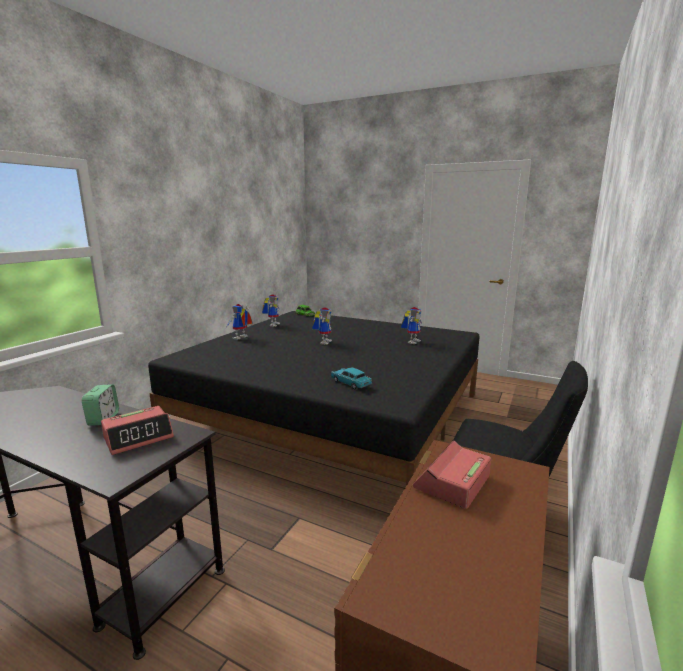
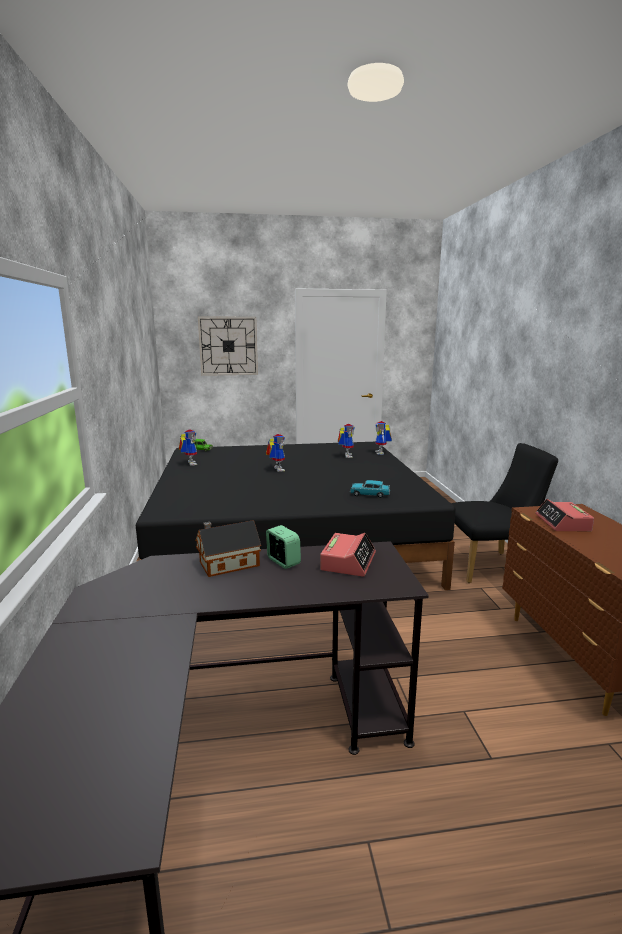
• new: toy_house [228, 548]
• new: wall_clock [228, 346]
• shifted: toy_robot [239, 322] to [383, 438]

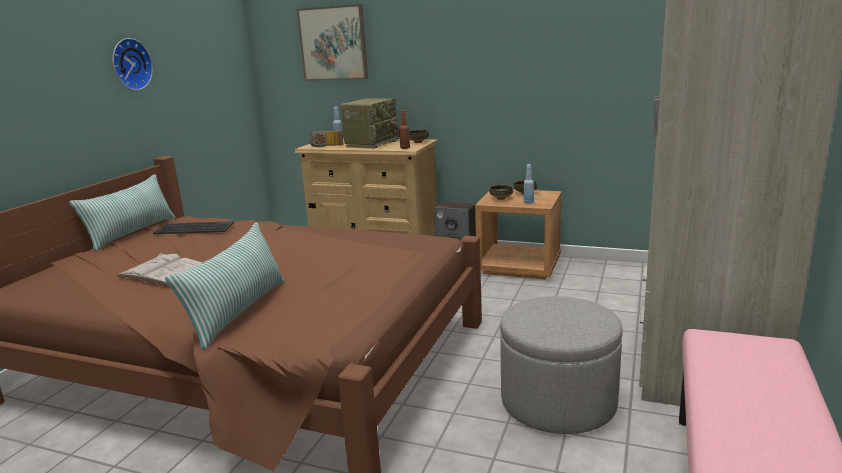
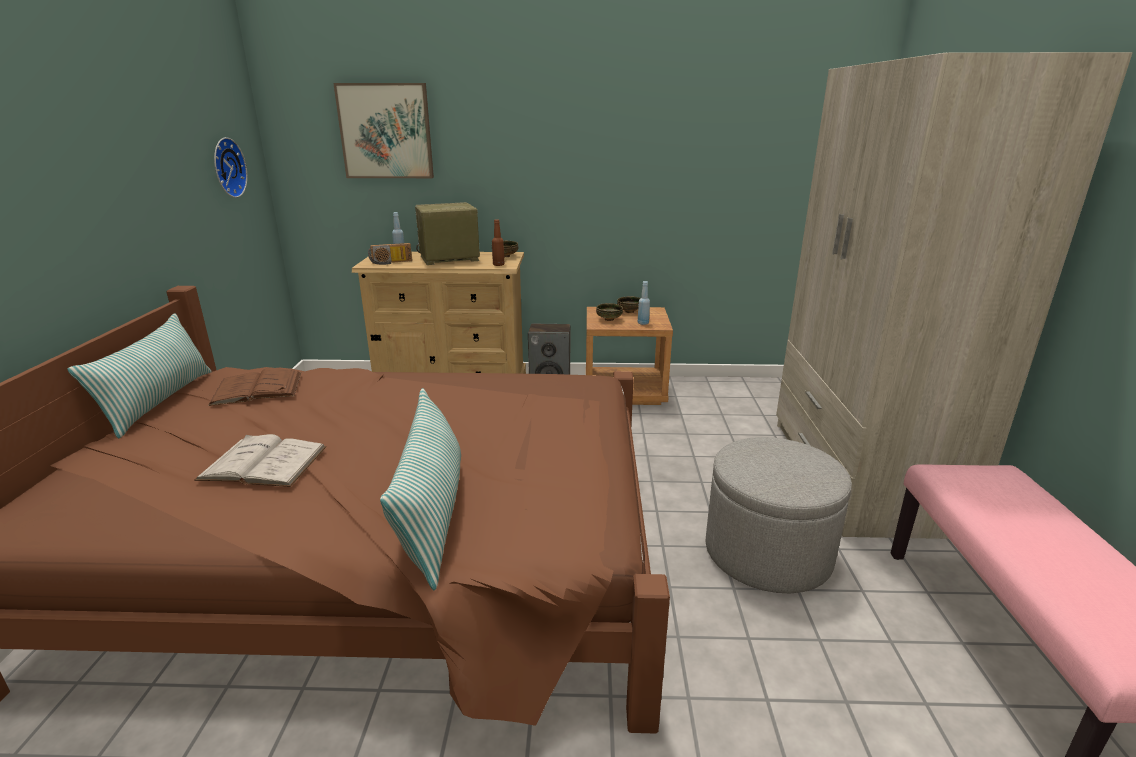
• shifted: wall_clock [132, 64] to [231, 167]
• swapped: keyboard [193, 227] to brown_book [254, 387]
• rotated: radio [370, 123] = [447, 233] 120 degrees counterclockwise

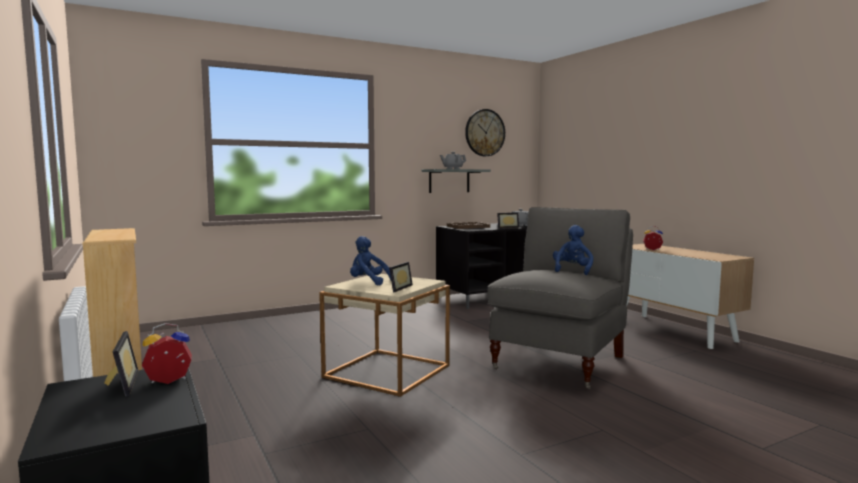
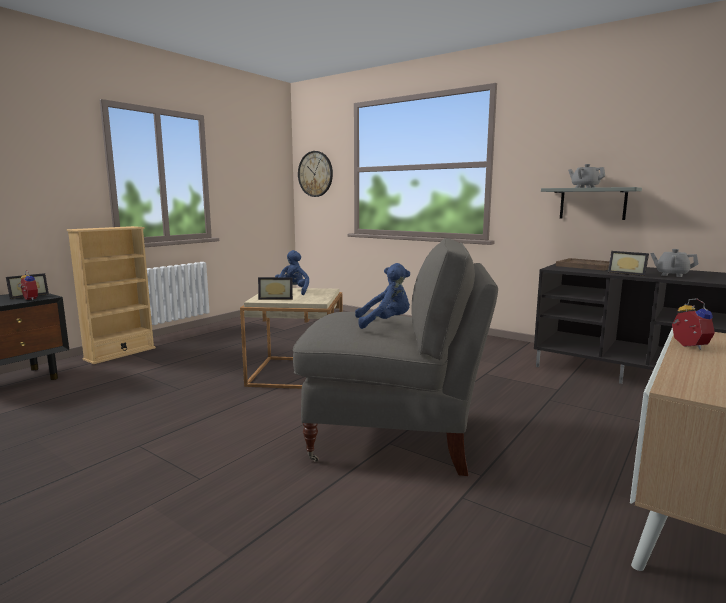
• shifted: wall_clock [485, 132] to [315, 174]

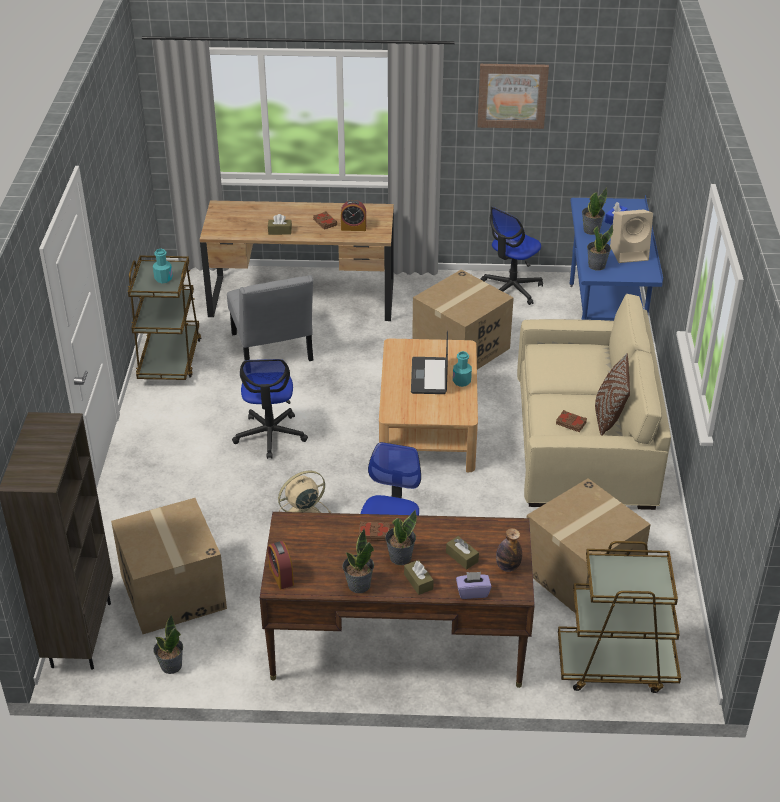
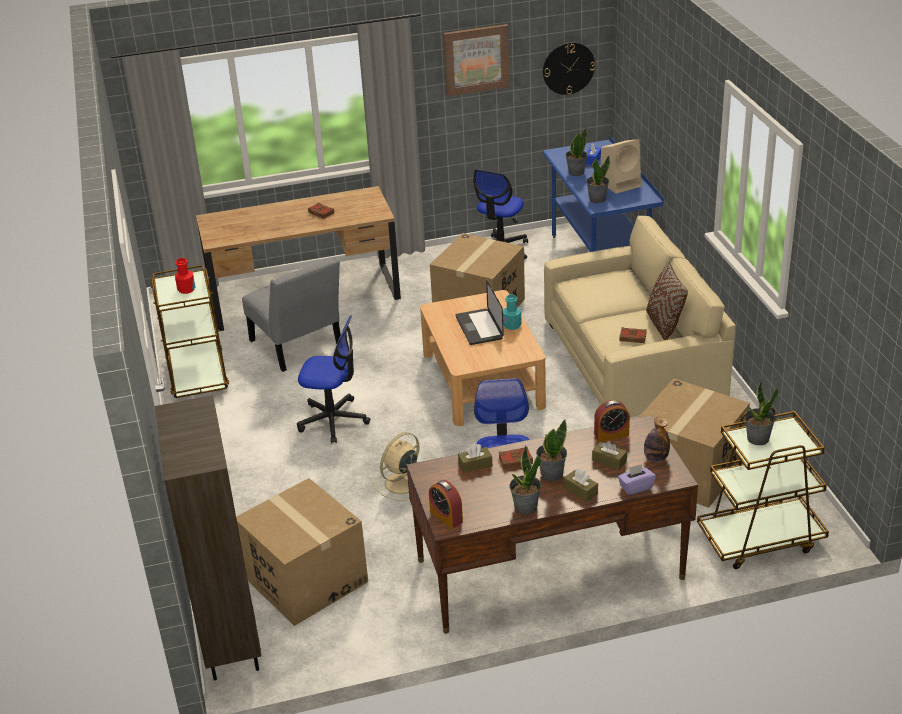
• new: wall_clock [569, 68]
• shifted: potted_plant [168, 644] to [762, 412]
• shifted: brown_tissue_box [280, 224] to [475, 458]
• shifted: alarm_clock [353, 215] to [612, 421]
• repainted: turquoise_bottle [163, 266] to red_bottle [185, 276]
• rotated: office_chair [270, 409] = [333, 379] 60 degrees counterclockwise

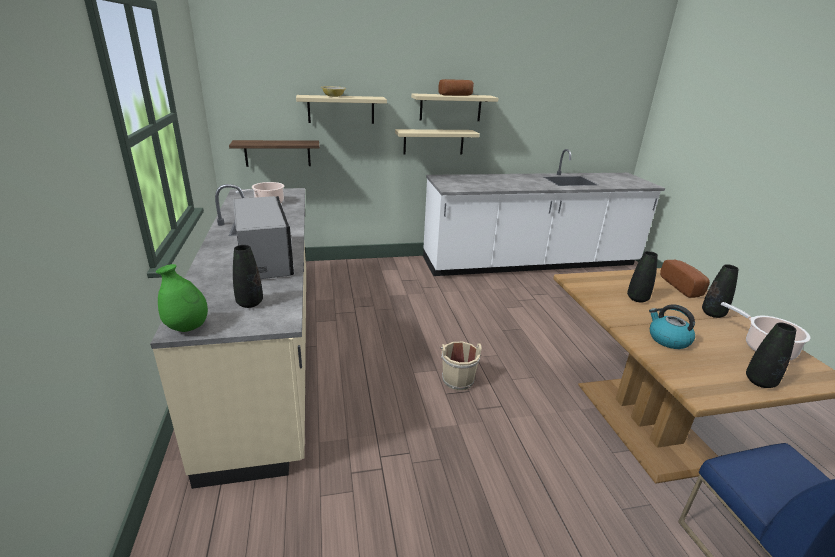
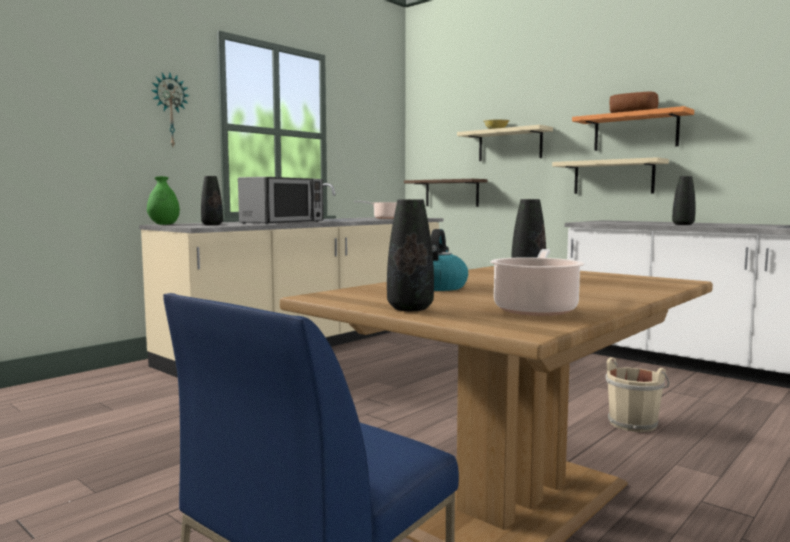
• gone: bread [685, 279]
• new: wall_clock [170, 110]
• shifted: beige_bucket [461, 366] to [637, 394]
• shifted: black_vase [720, 291] to [684, 200]
• repainted: beige_shelf [454, 107] to orange_shelf [633, 128]

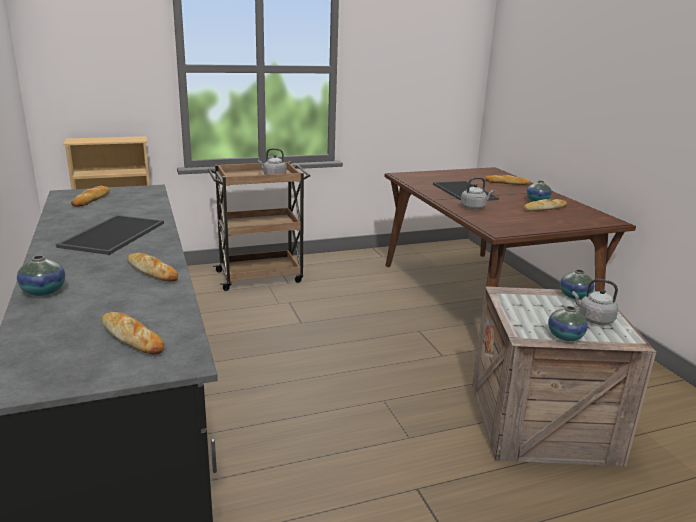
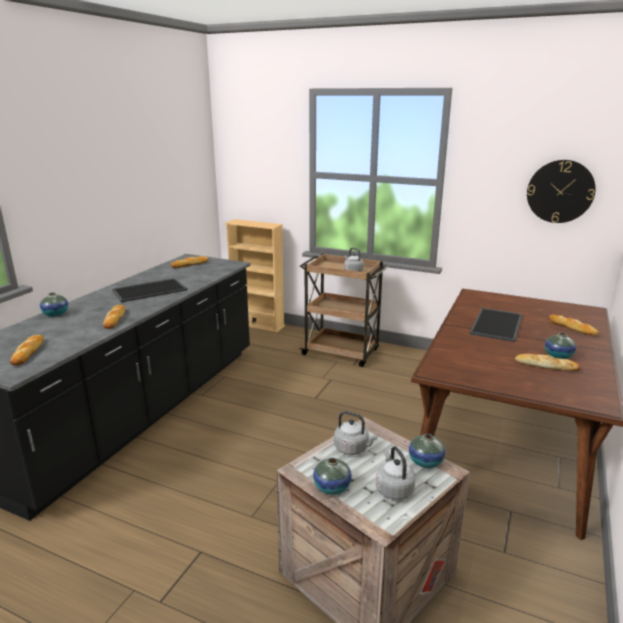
• new: wall_clock [561, 191]
• shifted: grey_kettle [477, 193] to [355, 433]

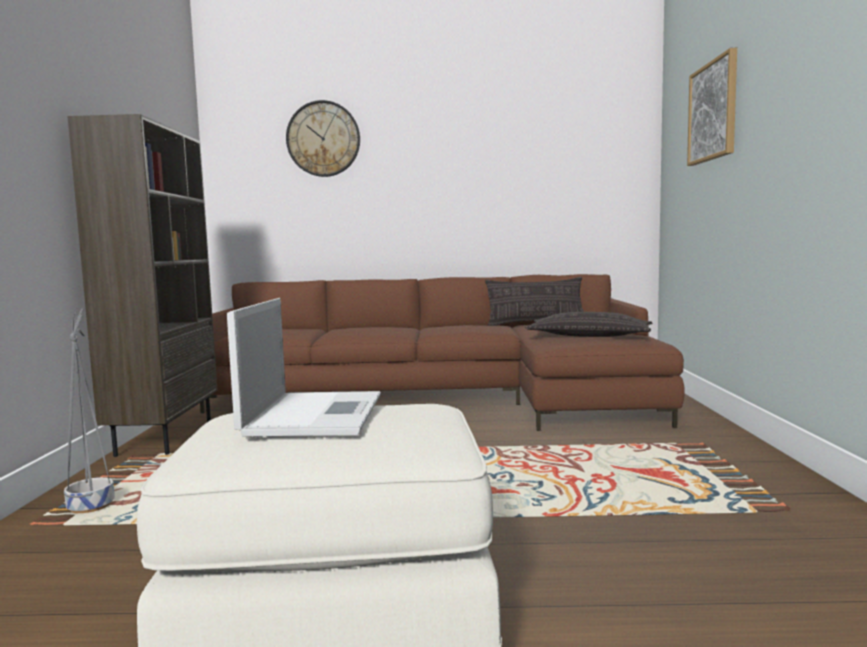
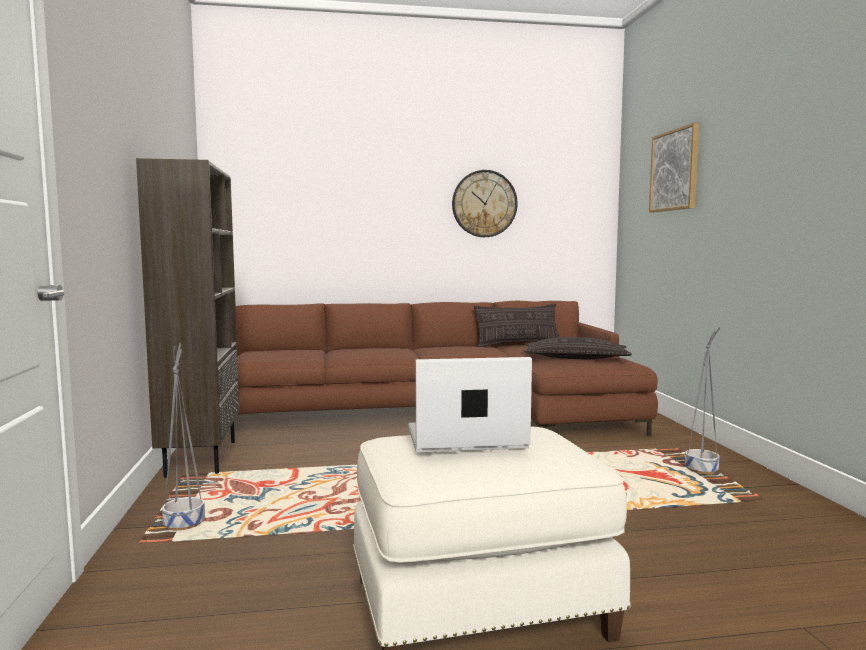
• new: grey_planter [702, 401]
• shifted: wall_clock [323, 138] to [485, 203]
• rotated: laptop [304, 367] = [470, 405] 90 degrees counterclockwise

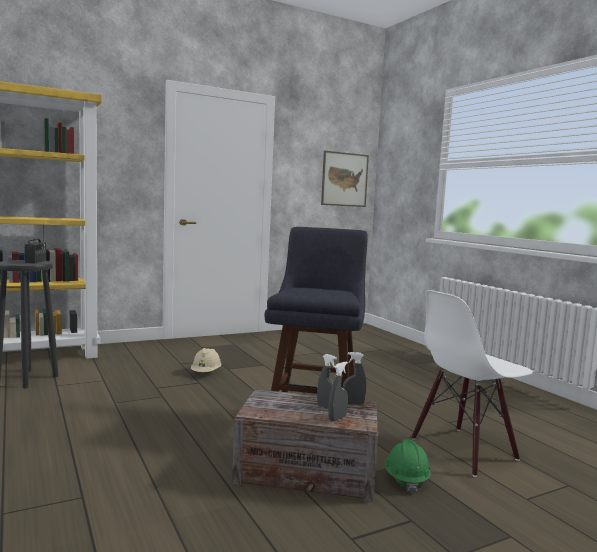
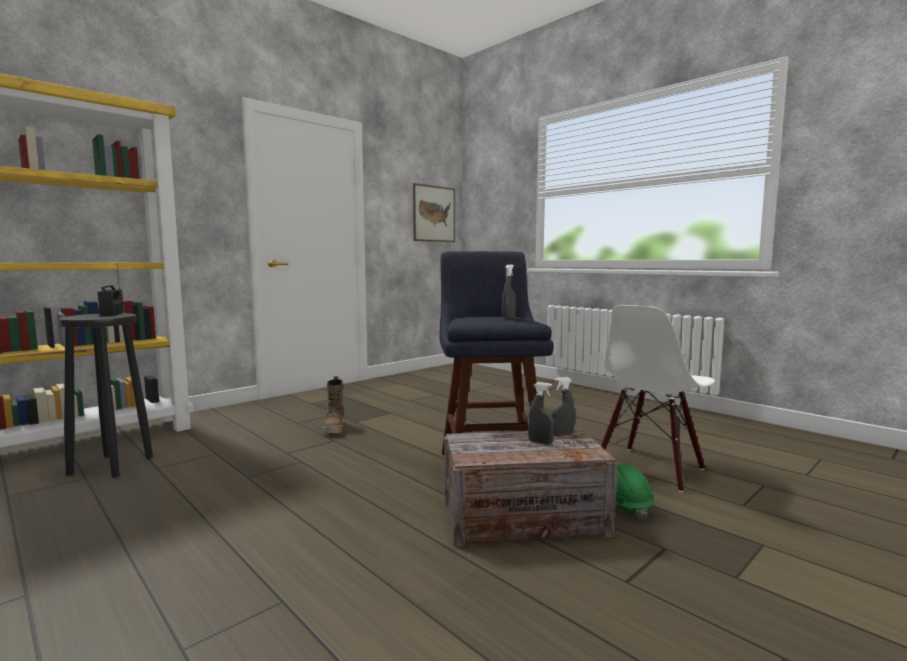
• shifted: grey_spray_bottle [338, 391] to [509, 291]
• swapped: beige_hard_hat [206, 360] to boot [333, 405]

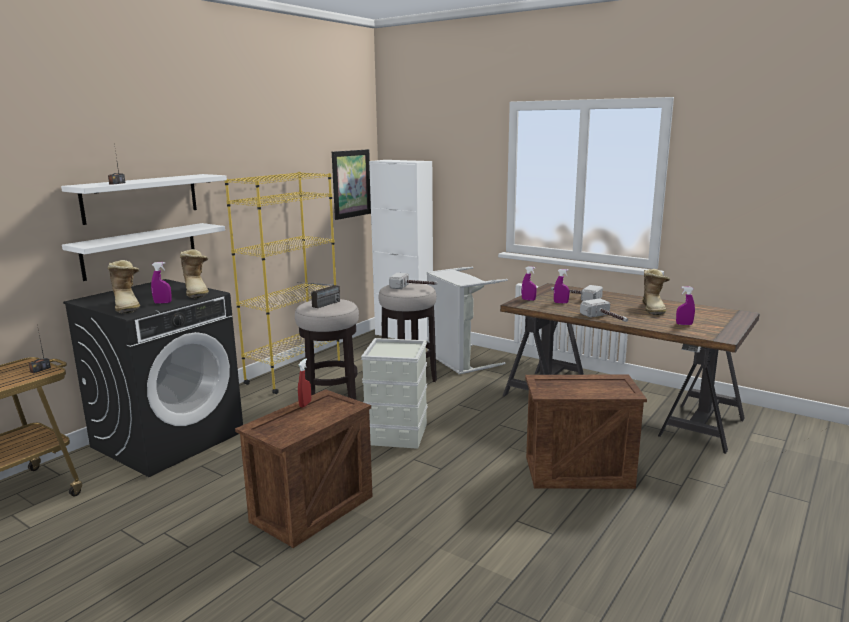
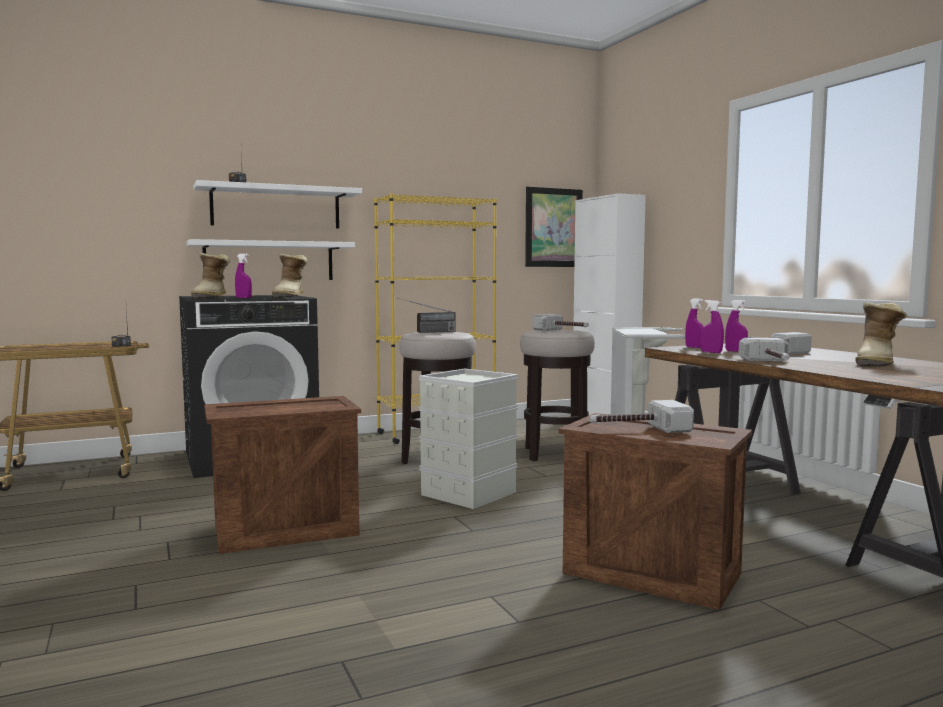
• gone: red_spray_bottle [304, 383]
• new: hammer [641, 416]
• shifted: purple_spray_bottle [685, 305] to [712, 326]

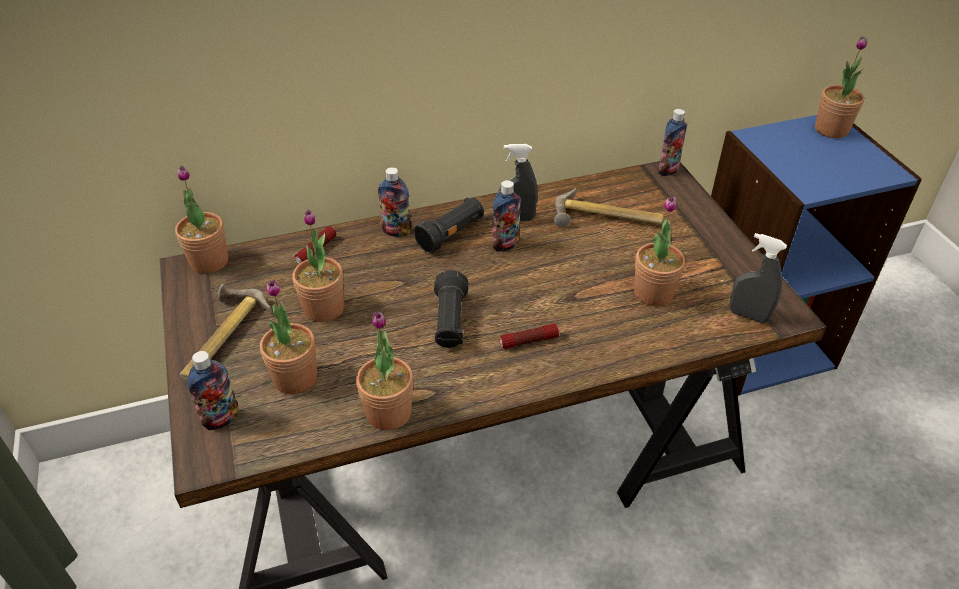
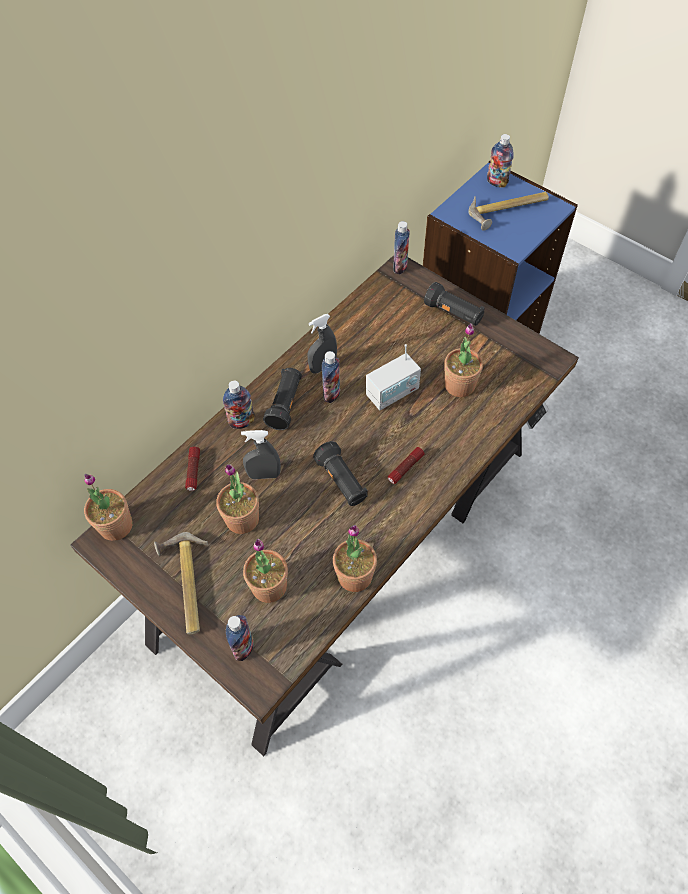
• new: radio [393, 377]
• new: black_flashlight [454, 304]
• shifted: hammer [608, 207] to [508, 211]
• shifted: grey_spray_bottle [758, 278] to [261, 454]
• swapped: potted_plant [841, 87] to bottle [500, 161]

